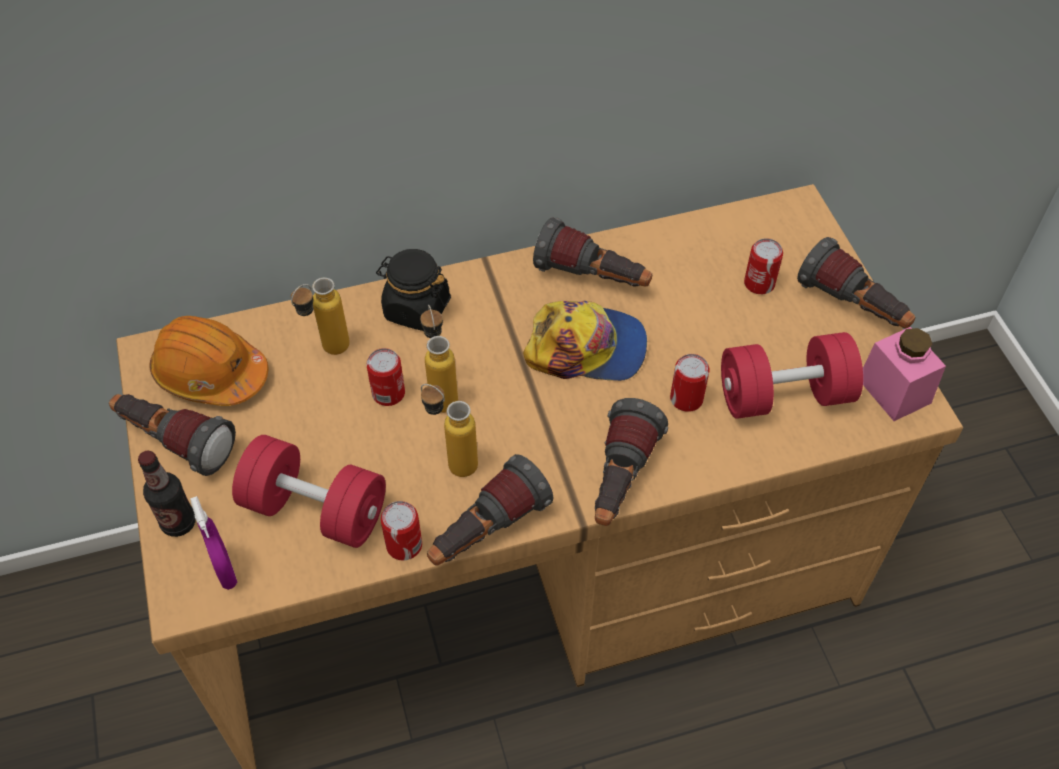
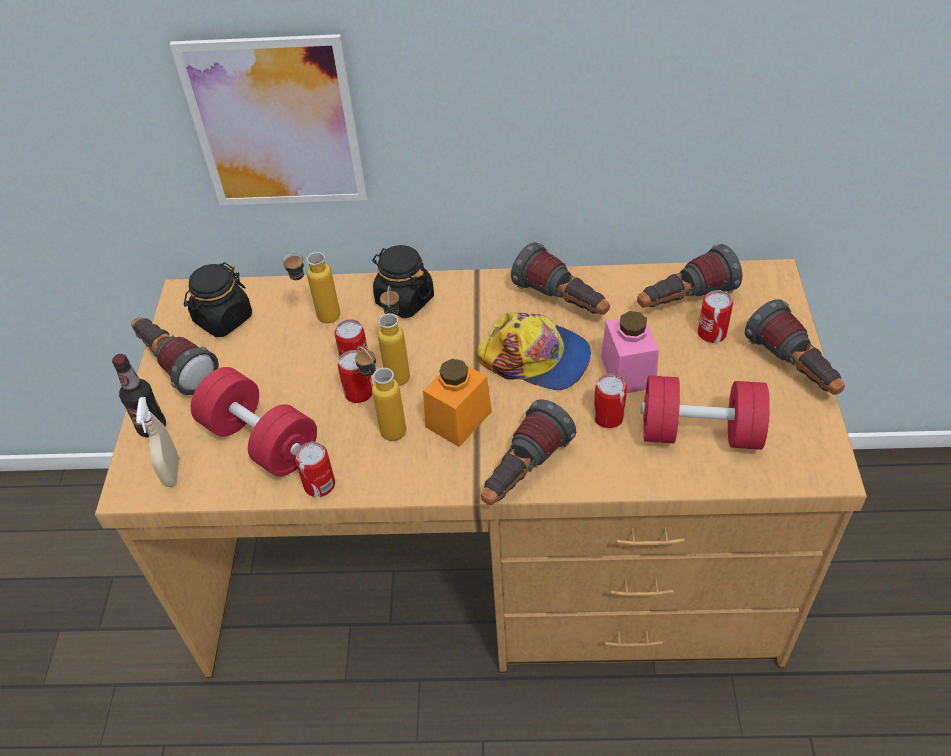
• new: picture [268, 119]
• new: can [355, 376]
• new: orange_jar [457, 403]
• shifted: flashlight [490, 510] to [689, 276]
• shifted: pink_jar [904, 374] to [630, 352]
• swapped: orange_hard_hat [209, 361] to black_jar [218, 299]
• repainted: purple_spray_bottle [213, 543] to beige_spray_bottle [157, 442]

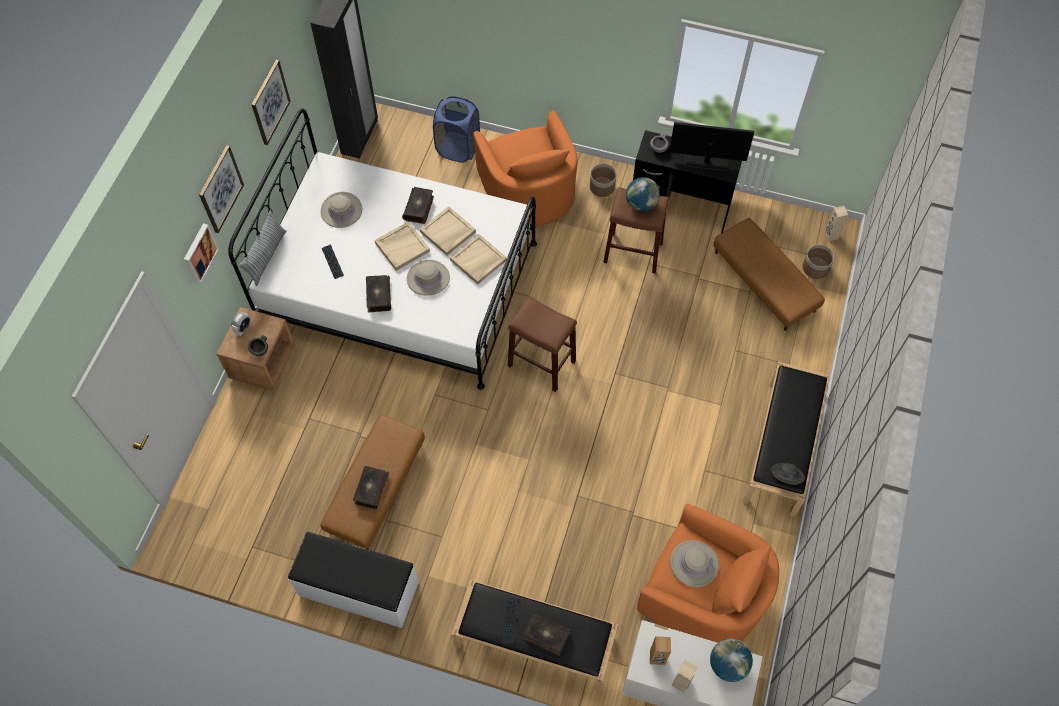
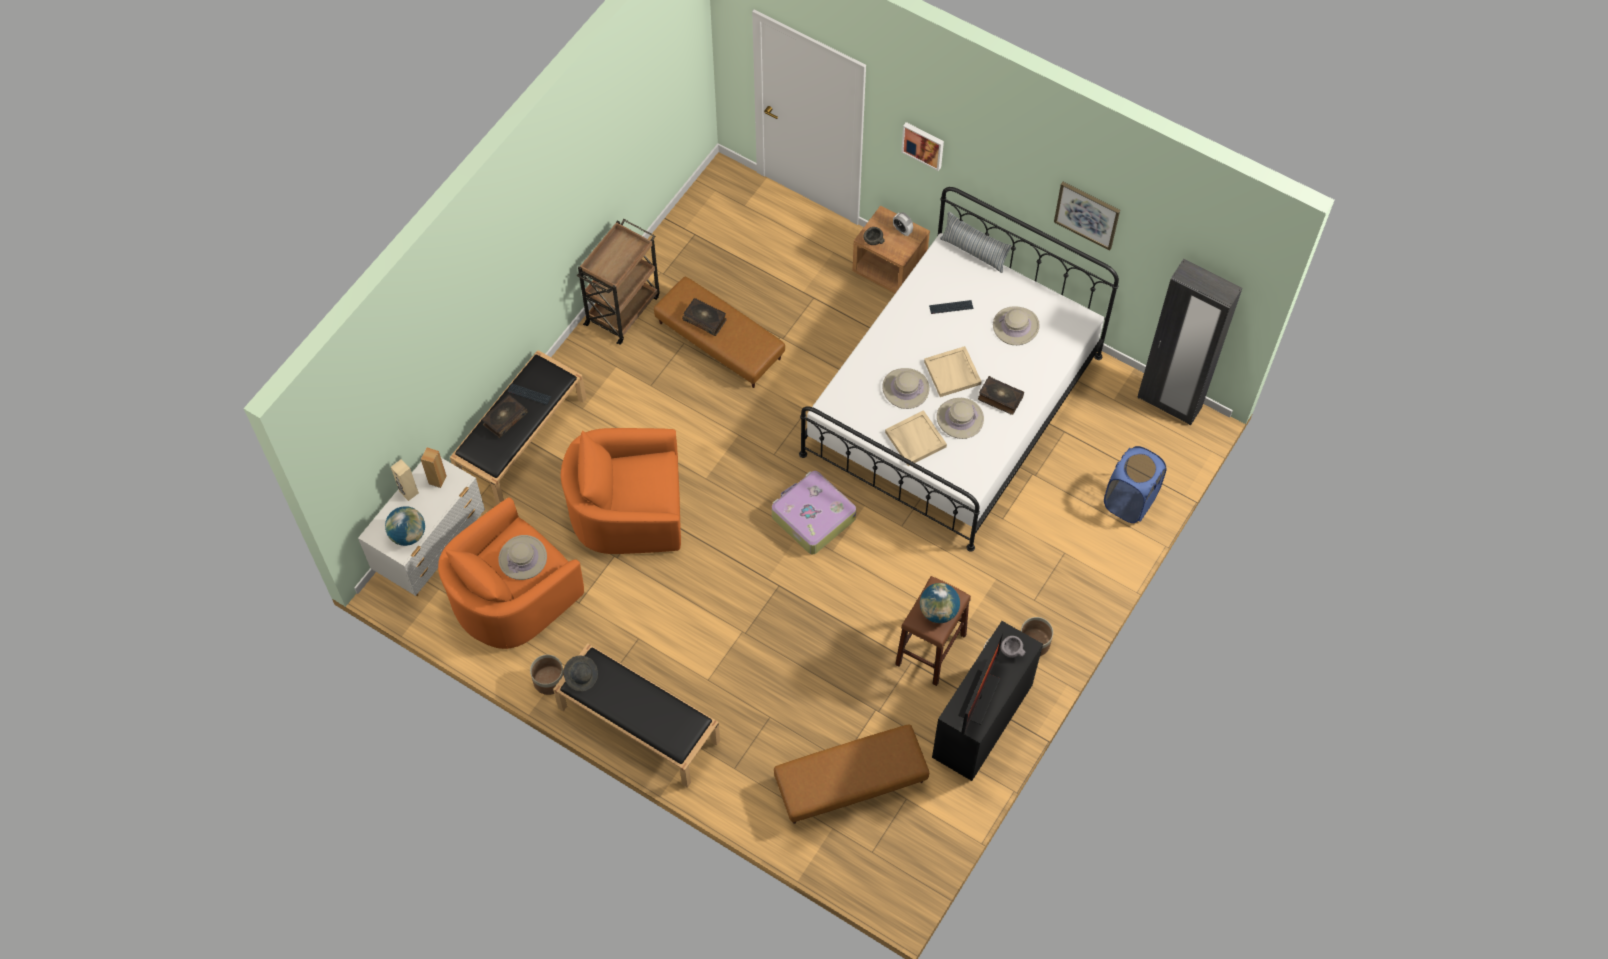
• gone: picture [221, 189]
• gone: book [378, 293]
• gone: beige_speaker [836, 223]
• shifted: orange_armchair [525, 168] to [621, 491]
• shifted: planter [818, 262] to [547, 675]
• swapped: white_bench [353, 580] to brown_cart [618, 282]
• swapped: beige_tray [448, 230] to beige_hat [960, 418]
• swapped: brown_stool [542, 344] to suitcase [814, 513]

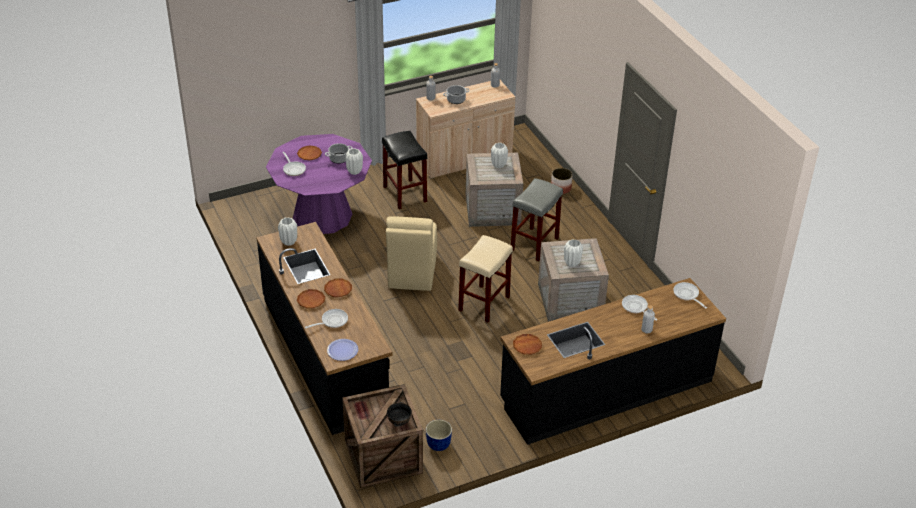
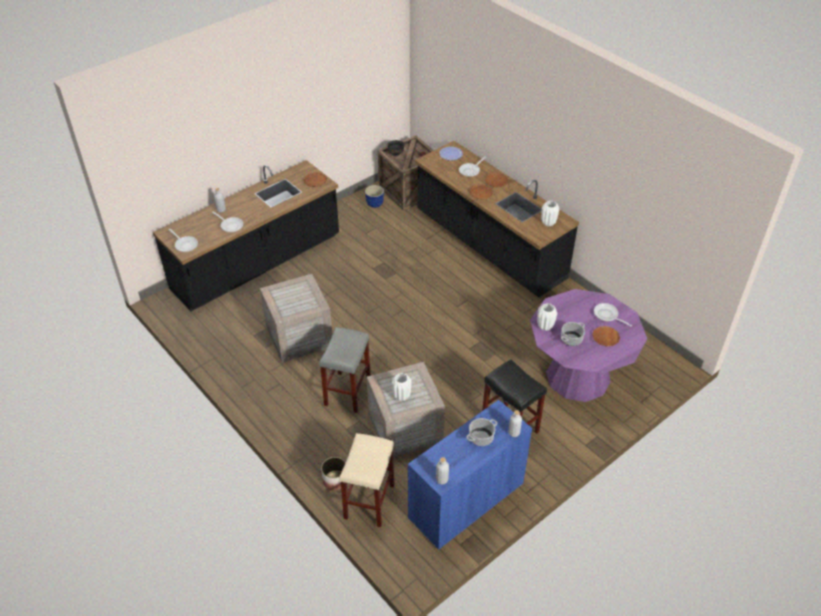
• gone: beige_chair [411, 253]
• gone: white_vase [573, 253]
• shifted: beige_stool [485, 279] to [366, 480]
• repainted: beige_cabinet [465, 129] to blue_cabinet [470, 475]

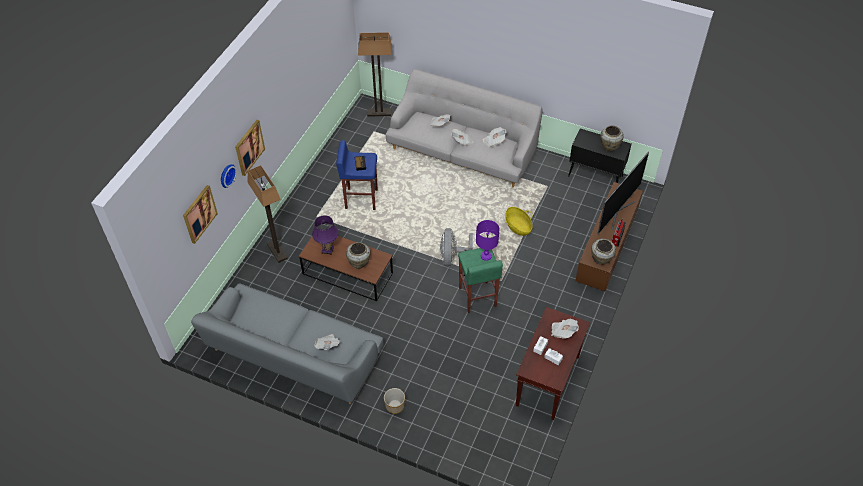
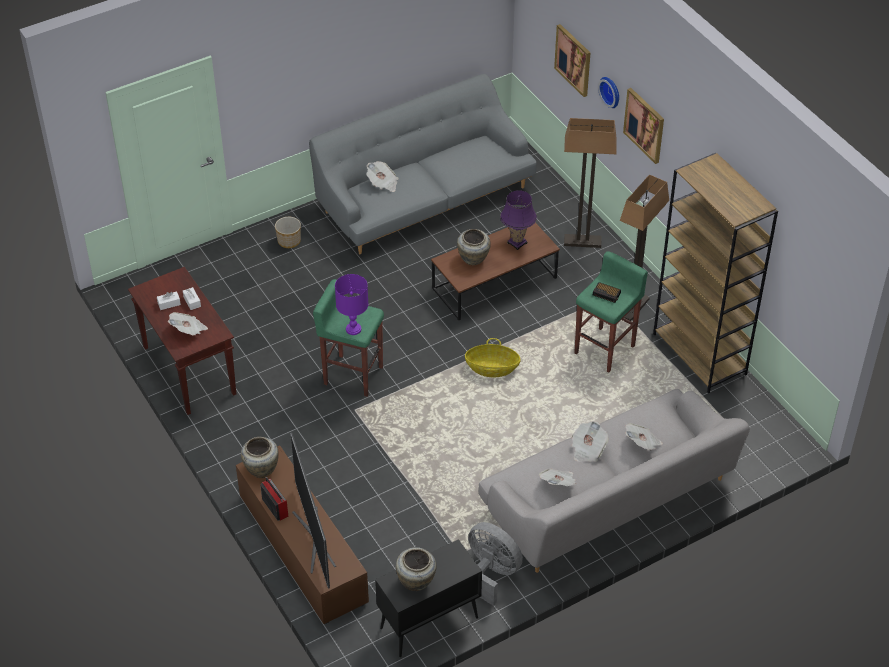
• new: brown_bookcase [715, 273]
• shifted: floor_lamp [375, 74] to [644, 247]
• shifted: grey_fan [456, 247] to [495, 564]
• shifted: basket [519, 221] to [493, 357]
• repainted: blue_stool [357, 175] to green_stool [611, 311]

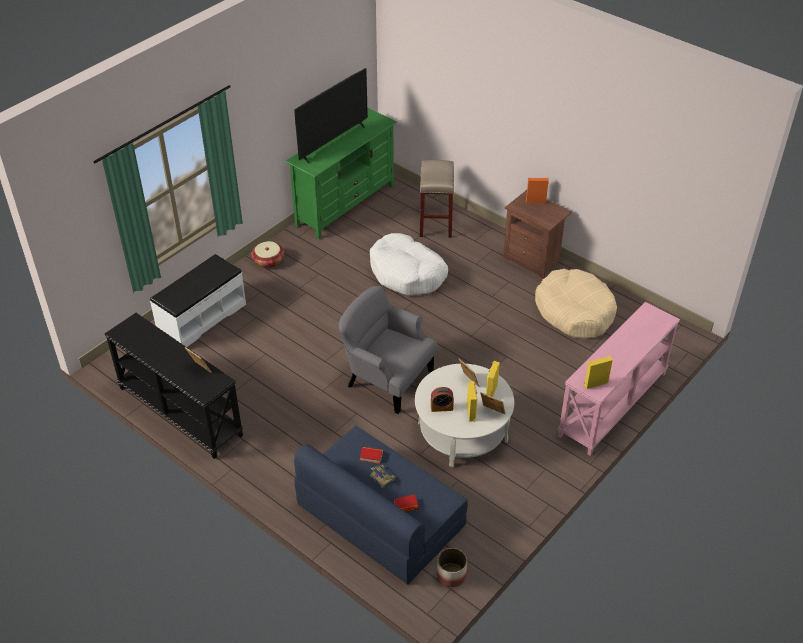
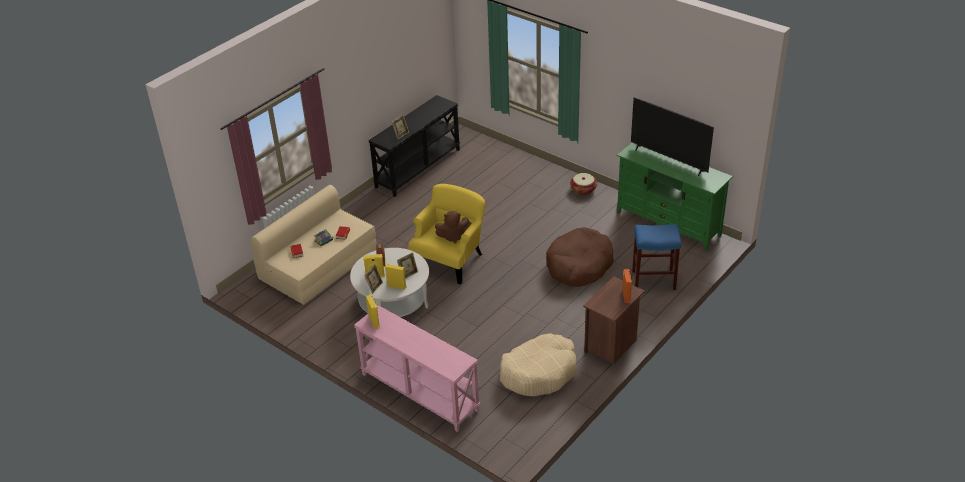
• gone: white_bench [198, 300]
• gone: planter [452, 567]
• new: brown_plush_toy [453, 227]
• repainted: blue_sofa [381, 505] to beige_sofa [314, 245]
• repainted: grey_armchair [388, 350] to yellow_armchair [446, 234]
• repainted: white_dog_bed [409, 264] to brown_dog_bed [580, 257]
• repainted: beige_stool [437, 199] to blue_stool [656, 257]

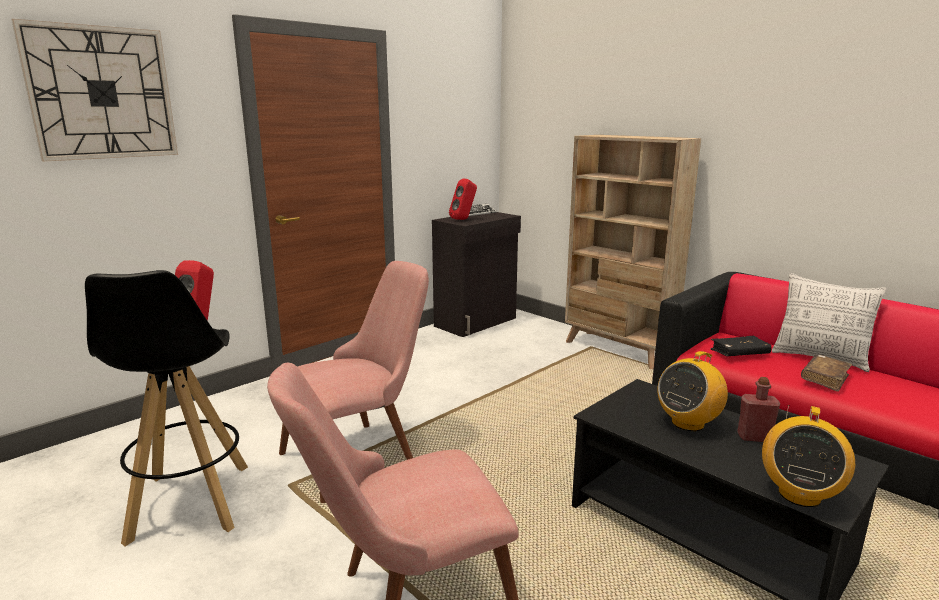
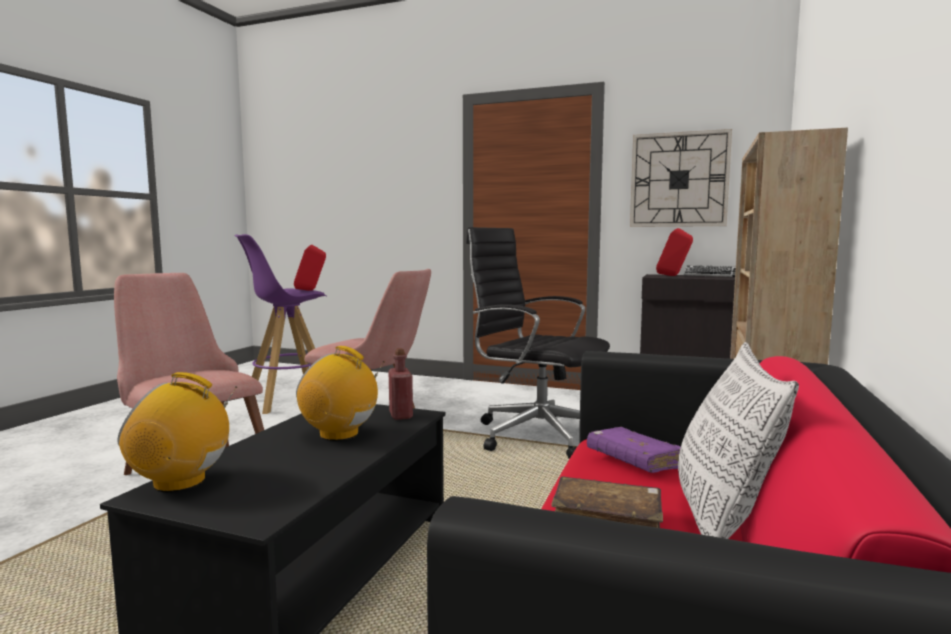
• new: black_office_chair [538, 343]
• shifted: wall_clock [94, 90] to [681, 178]
• shifted: red_bottle [758, 409] to [400, 384]
• repainted: black_stool [166, 408] to purple_stool [280, 324]
• repainted: black_book [741, 346] to purple_book [634, 450]

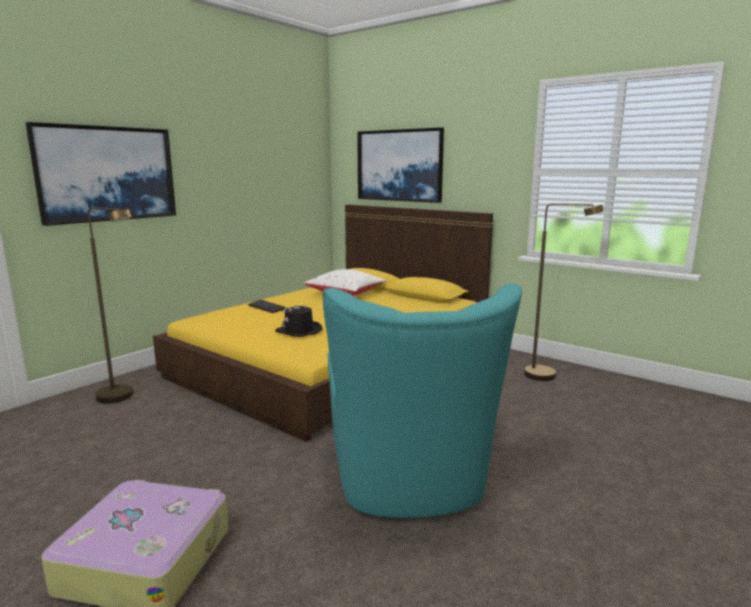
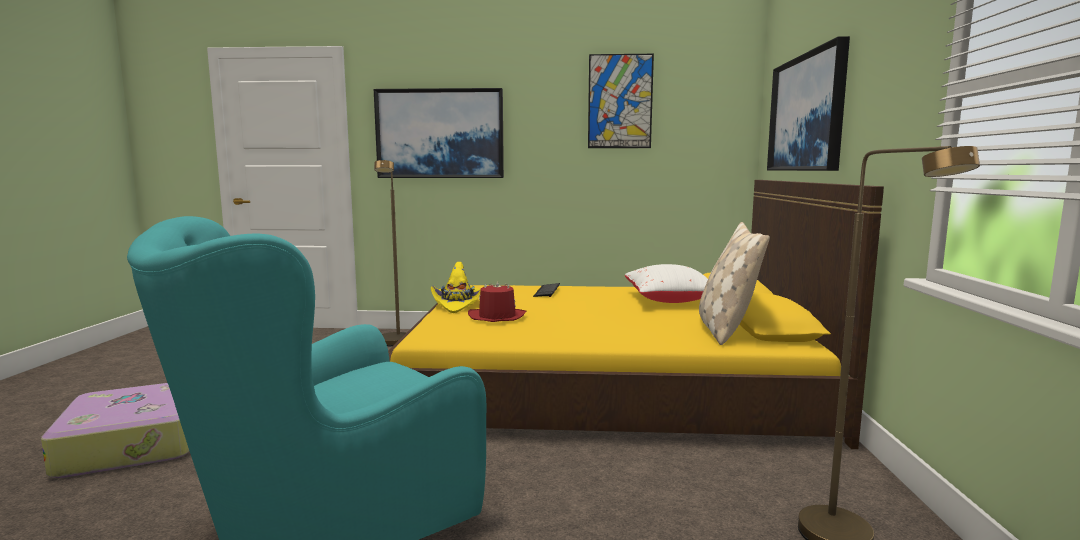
• new: yellow_hat [457, 287]
• new: picture [621, 101]
• new: beige_pillow [734, 283]
• repainted: black_hat [299, 320] to red_hat [497, 301]

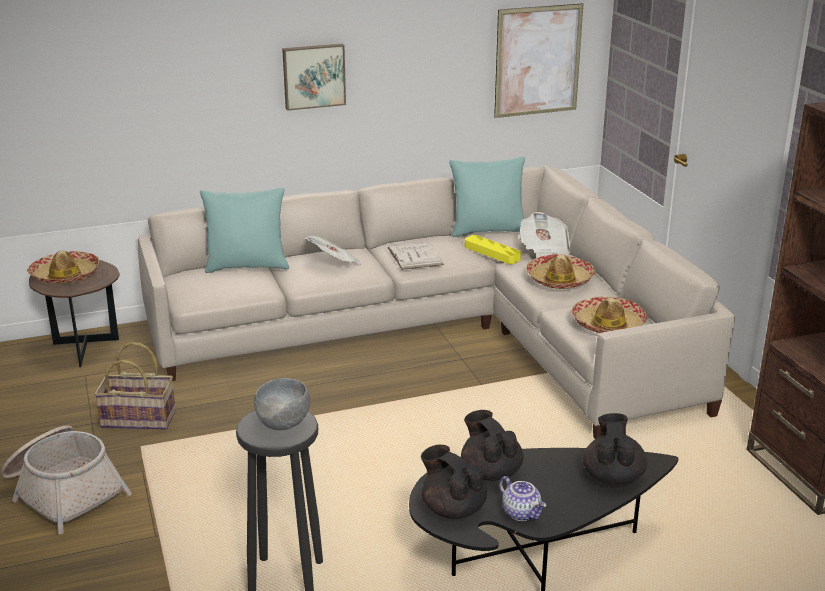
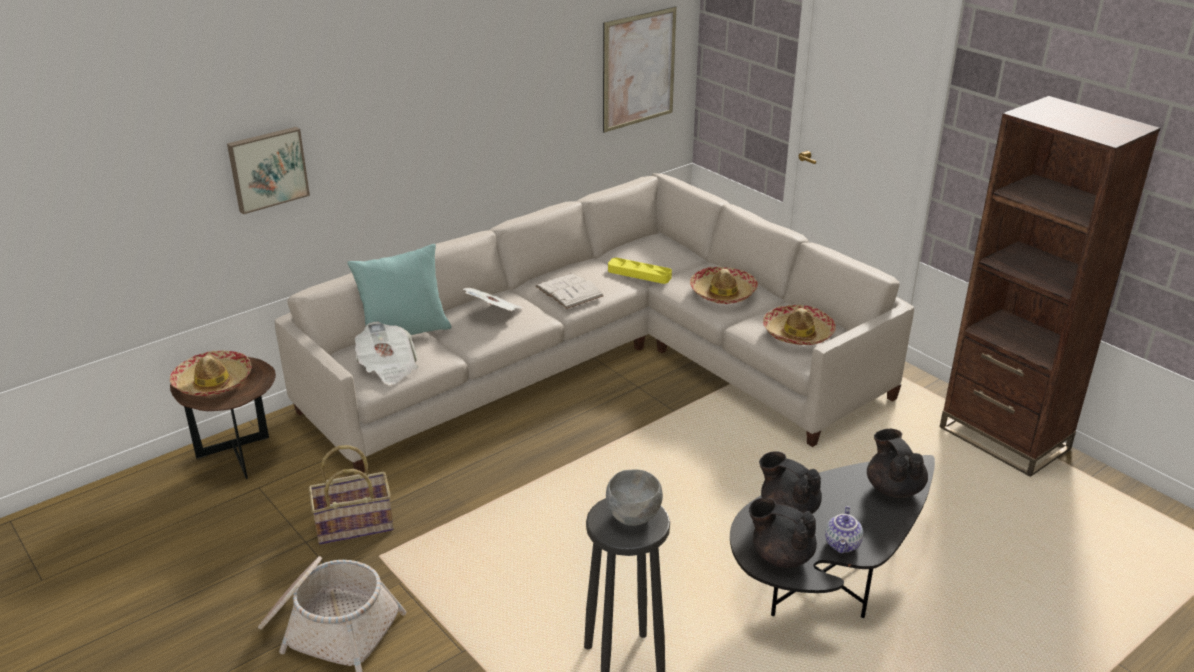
• gone: turquoise_pillow [487, 197]
• shifted: picture [314, 77] to [268, 170]
• shifted: newspaper [544, 235] to [386, 353]
• rotated: teapot [522, 498] = [844, 529] 75 degrees clockwise

